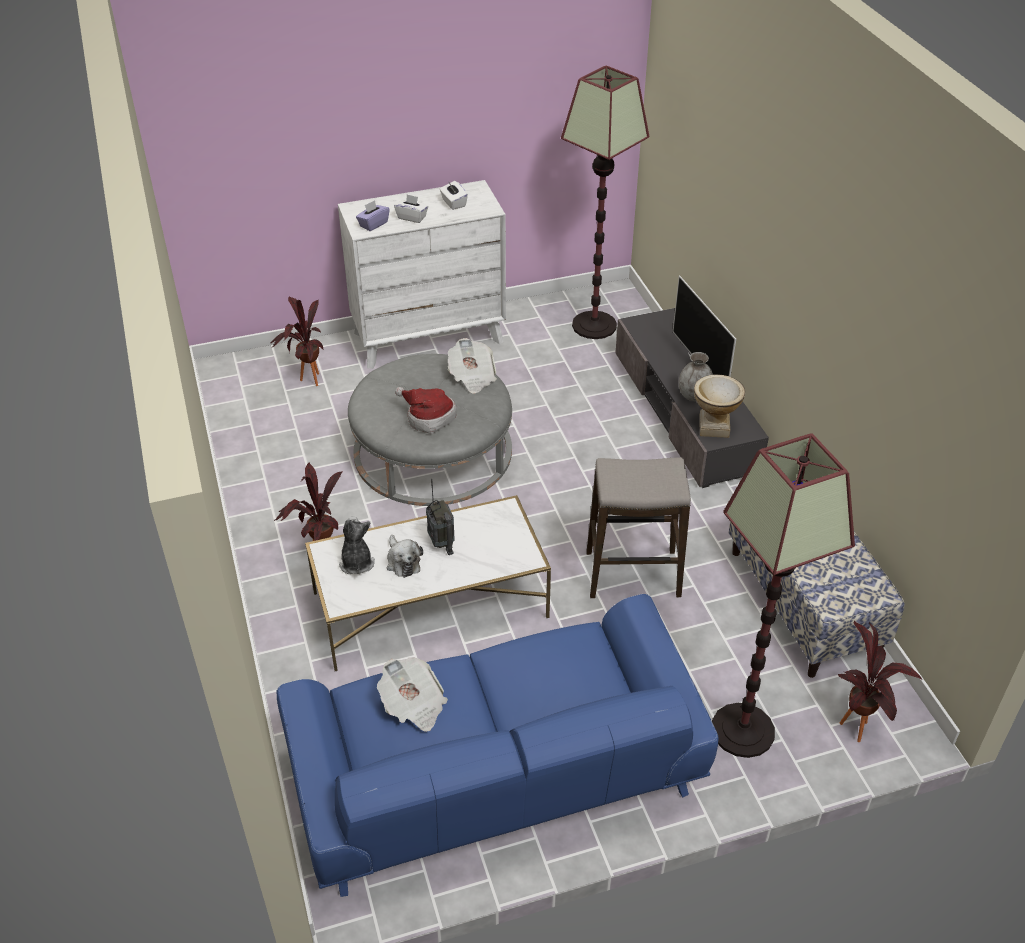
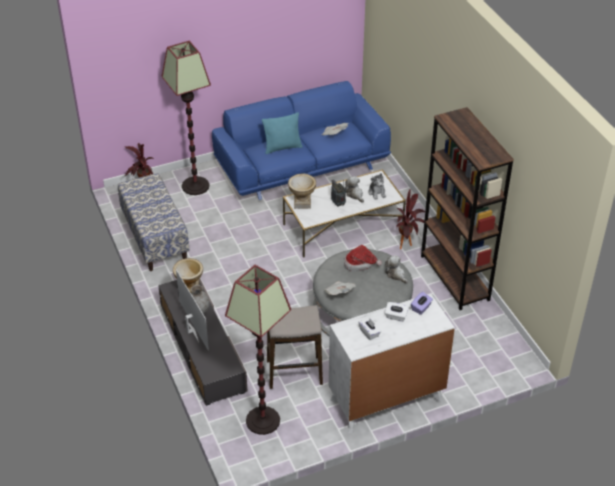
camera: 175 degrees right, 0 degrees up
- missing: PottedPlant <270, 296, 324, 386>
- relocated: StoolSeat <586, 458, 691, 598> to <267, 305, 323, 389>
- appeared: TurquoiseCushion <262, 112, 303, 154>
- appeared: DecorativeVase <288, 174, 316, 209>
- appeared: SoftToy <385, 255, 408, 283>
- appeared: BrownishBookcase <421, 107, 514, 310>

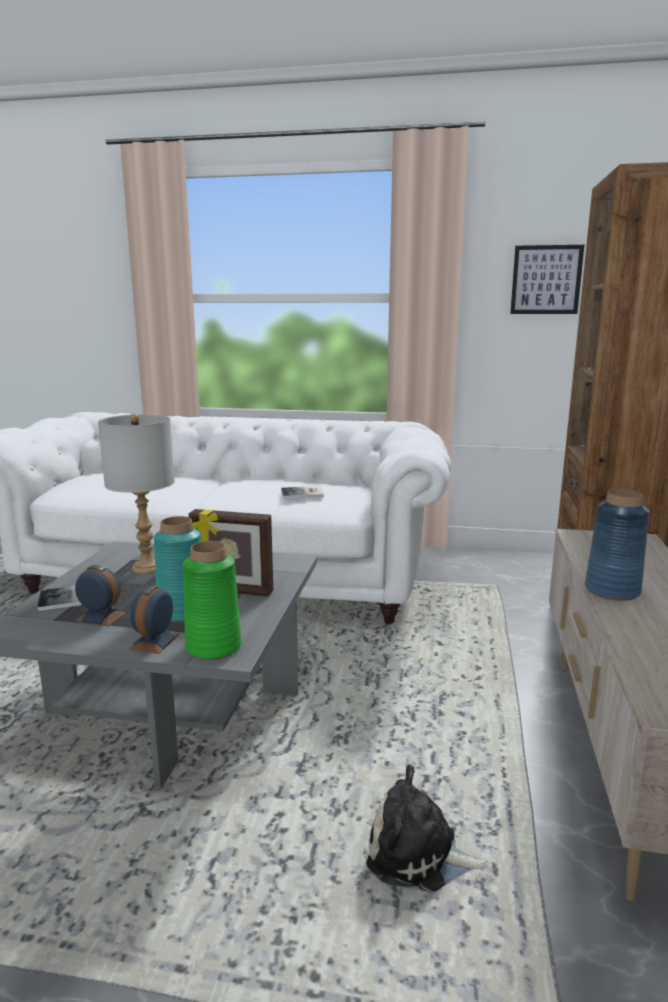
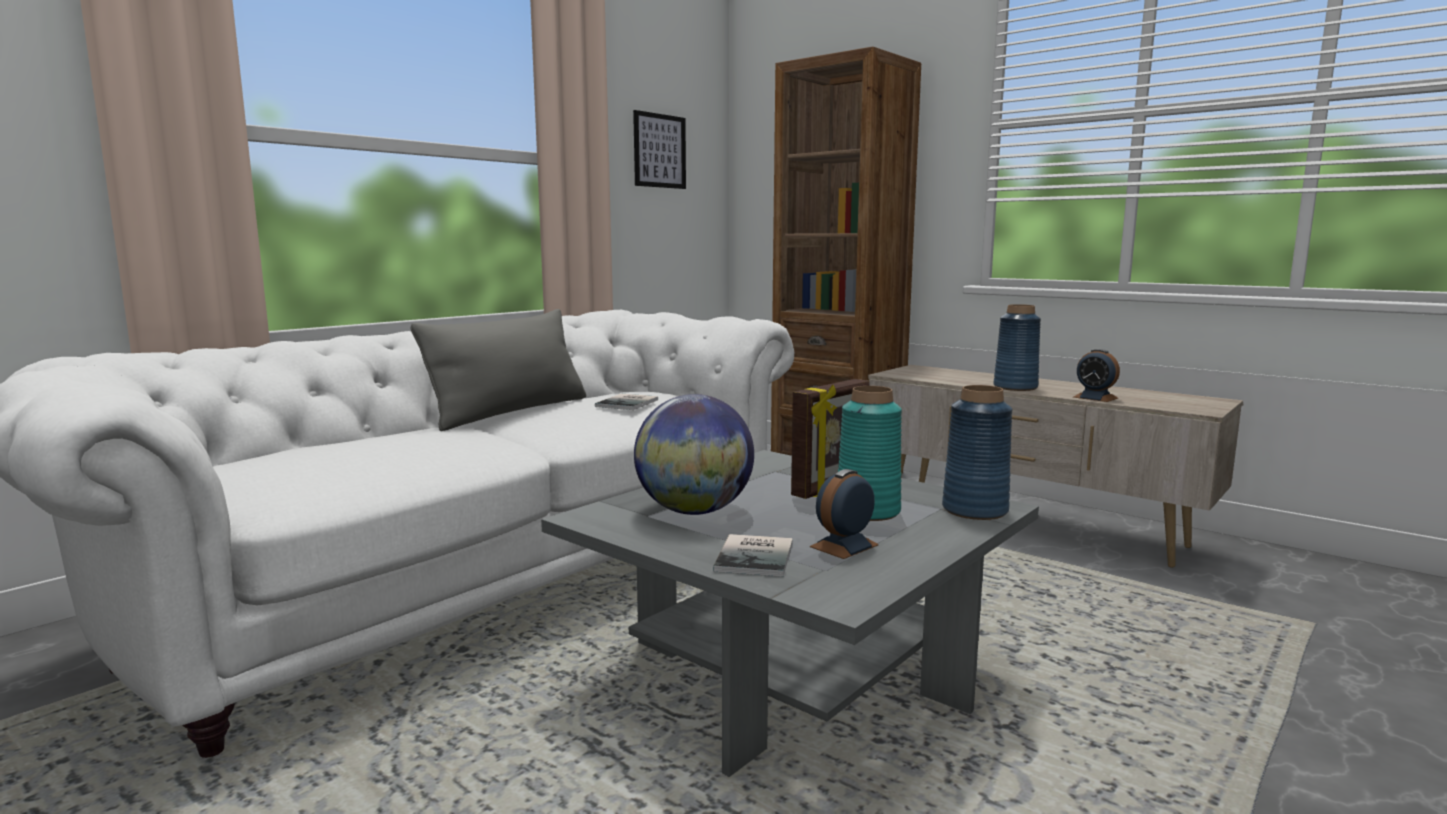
camera: 60 degrees left, 5 degrees down
- exchanged: GrayTableLamp <98, 413, 175, 574> to DeskGlobe <634, 394, 754, 515>
- relocated: AlarmClock <129, 585, 180, 654> to <1073, 349, 1120, 402>
- colour: GreenDecorativeVase <183, 541, 242, 660> to BluishDecorativeVase <942, 385, 1013, 520>
- missing: SoftToy <366, 765, 488, 892>
- appeared: GrayCushion <411, 309, 586, 431>

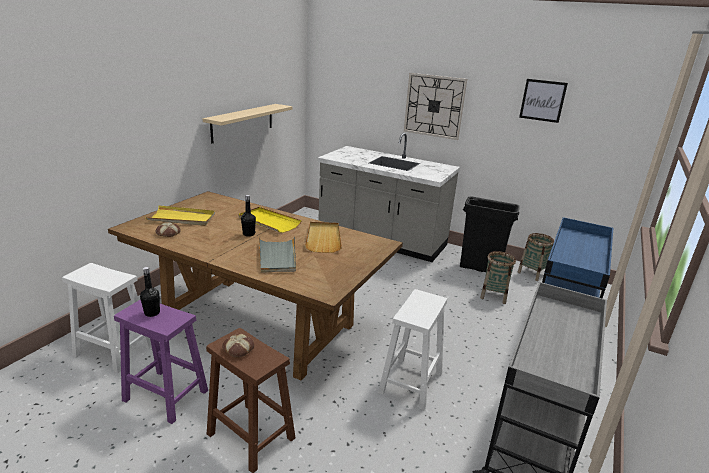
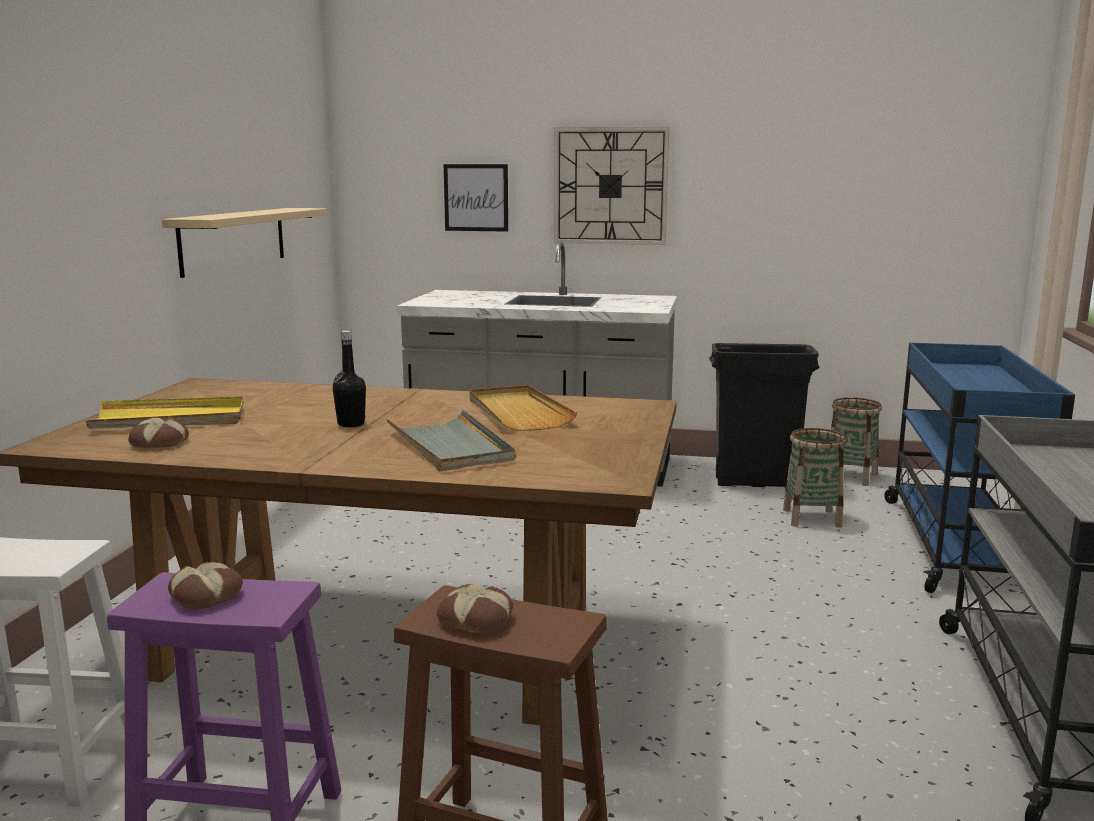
camera: 15 degrees left, 10 degrees down
- exchanged: BlackBottle <140, 267, 160, 317> to BakedBread <168, 562, 243, 610>
- missing: YellowColouredServingTray <238, 207, 302, 233>
- missing: WhitishStoolSeat <378, 289, 447, 410>
- relocated: Picture <519, 79, 568, 123> to <444, 164, 508, 232>

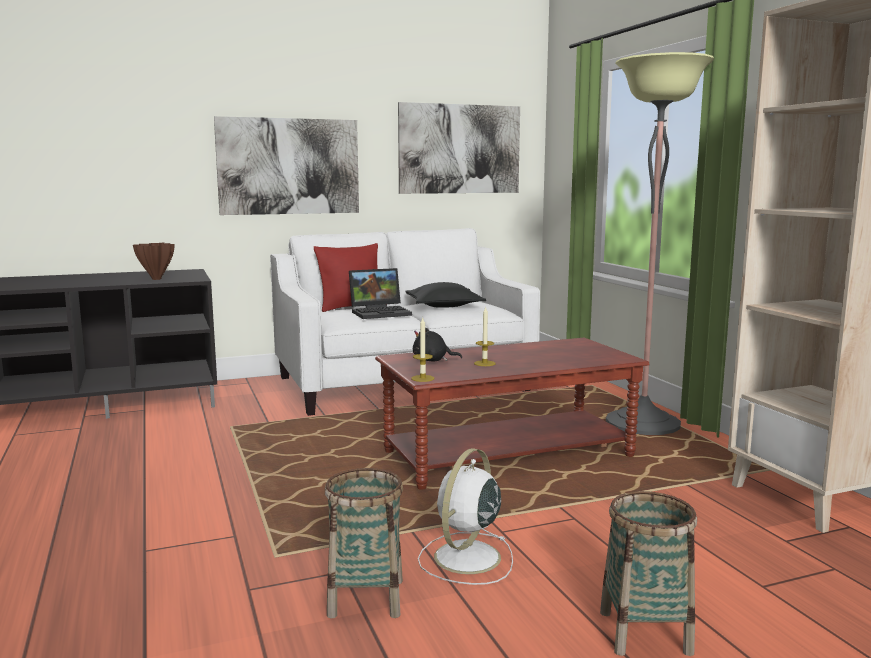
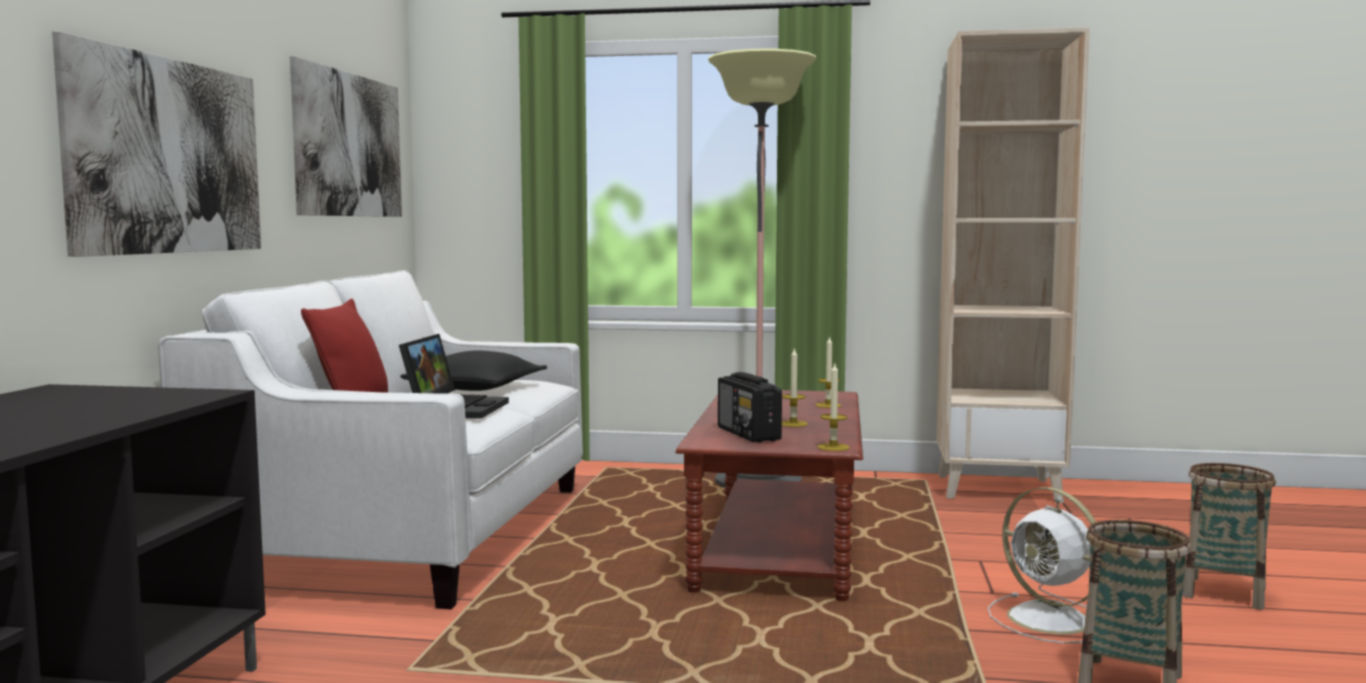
camera: 60 degrees left, 5 degrees down
- missing: BrownishDecorativeVase <133, 243, 175, 280>
- exchanged: BlackSoftToy <413, 327, 462, 361> to Radio <718, 372, 782, 442>
- appeared: Candle <815, 336, 842, 408>

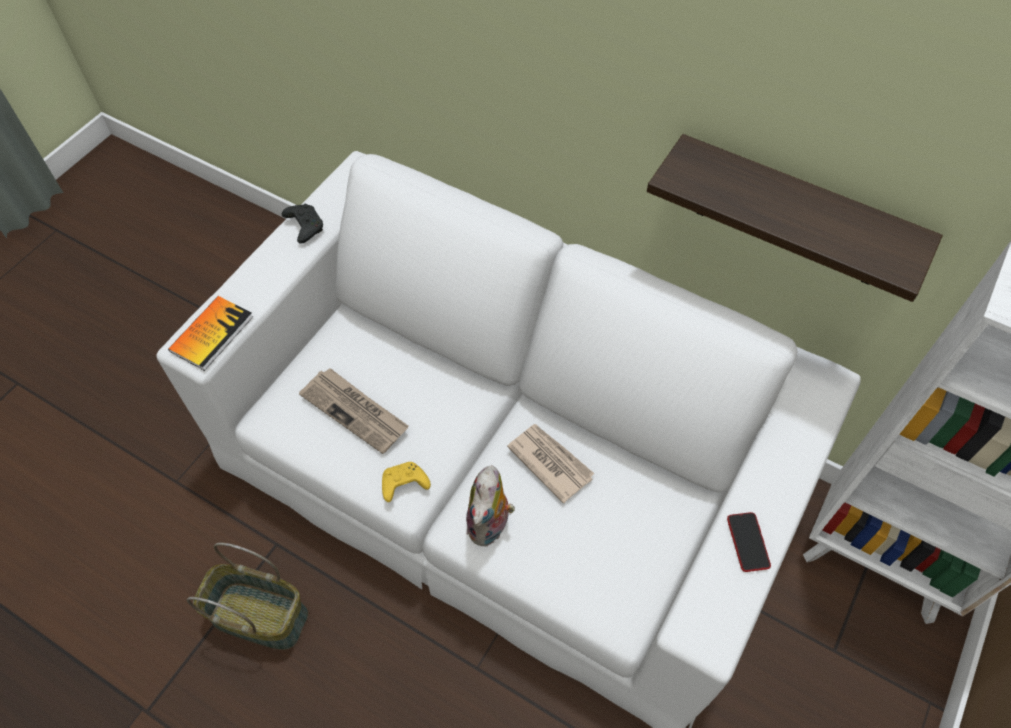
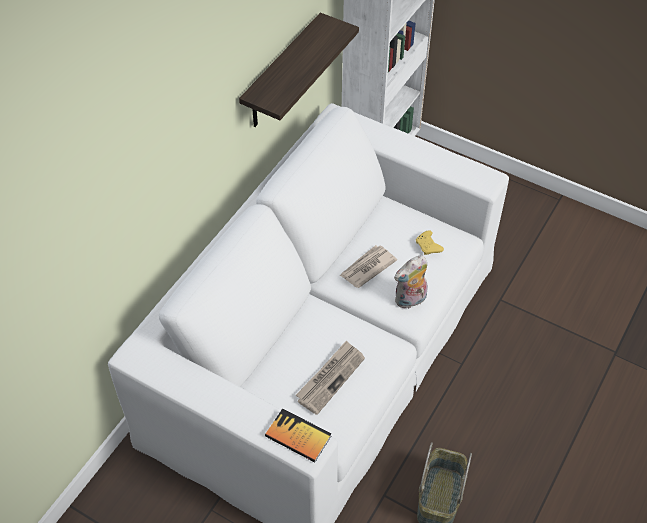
camera: 90 degrees left, 5 degrees down
- missing: BlackGameController <282, 204, 323, 244>
- relocated: YellowColouredGameController <382, 462, 431, 502> to <416, 230, 444, 255>
- spun: SoftToy <466, 465, 515, 546> = <394, 256, 428, 309> 135 degrees clockwise
- missing: Handset <727, 512, 771, 572>

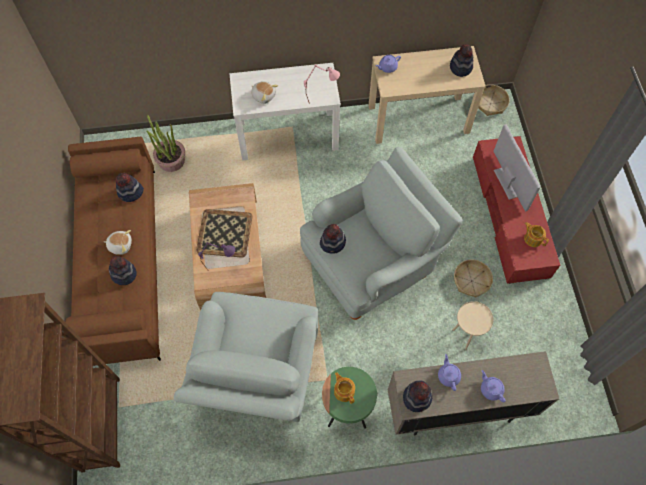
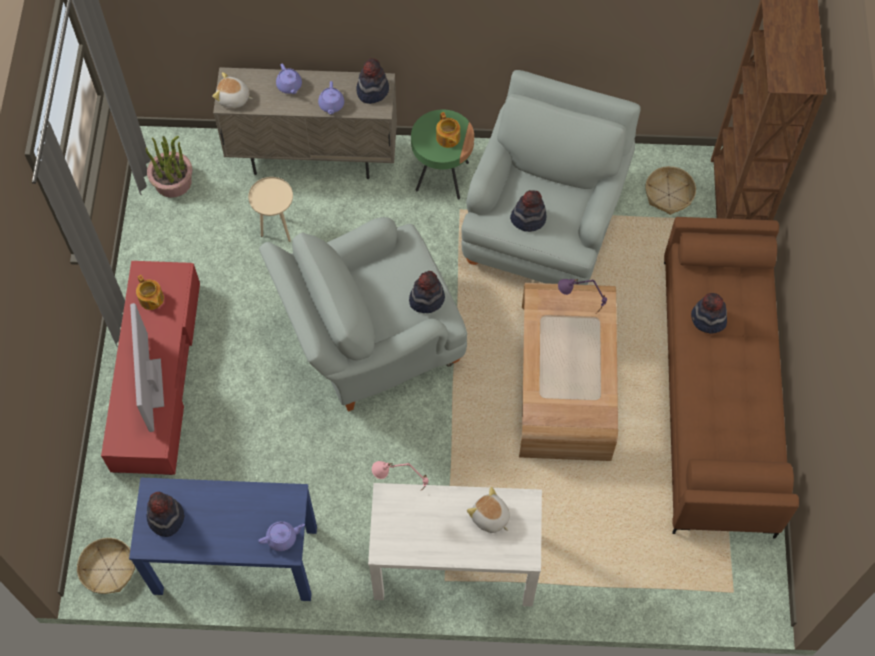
camera: 170 degrees left, 0 degrees up
- relocated: SoftToy <104, 230, 132, 255> to <212, 72, 253, 108>
- relocated: WearableHat <116, 173, 144, 202> to <510, 190, 547, 232>
- relocated: PottedPlant <146, 115, 185, 172> to <146, 136, 192, 198>
- missing: ServingTray <196, 209, 252, 258>
- colour: SandColouredConsoleTable <368, 46, 486, 144> to BluishConsoleTable <129, 478, 317, 601>
- relocated: StorageBasket <454, 259, 493, 297> to <645, 166, 696, 215>

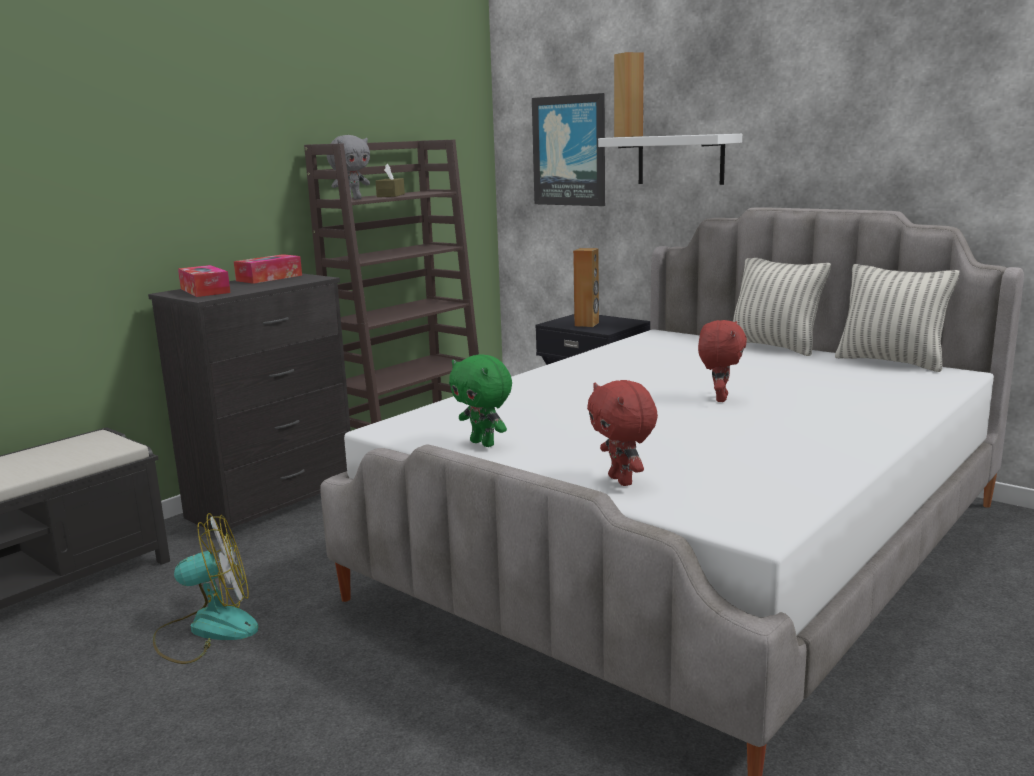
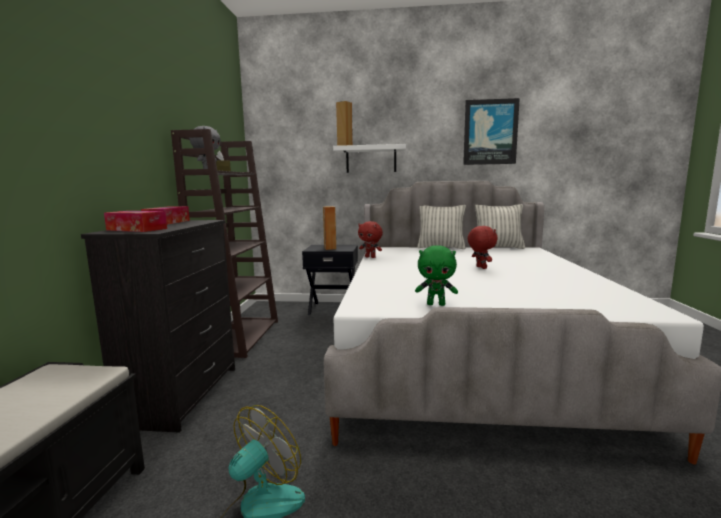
camera: 35 degrees left, 5 degrees down
- relocated: Picture <532, 93, 605, 206> to <463, 98, 520, 165>
- relocated: ReddishSoftToy <587, 380, 658, 486> to <358, 221, 383, 258>

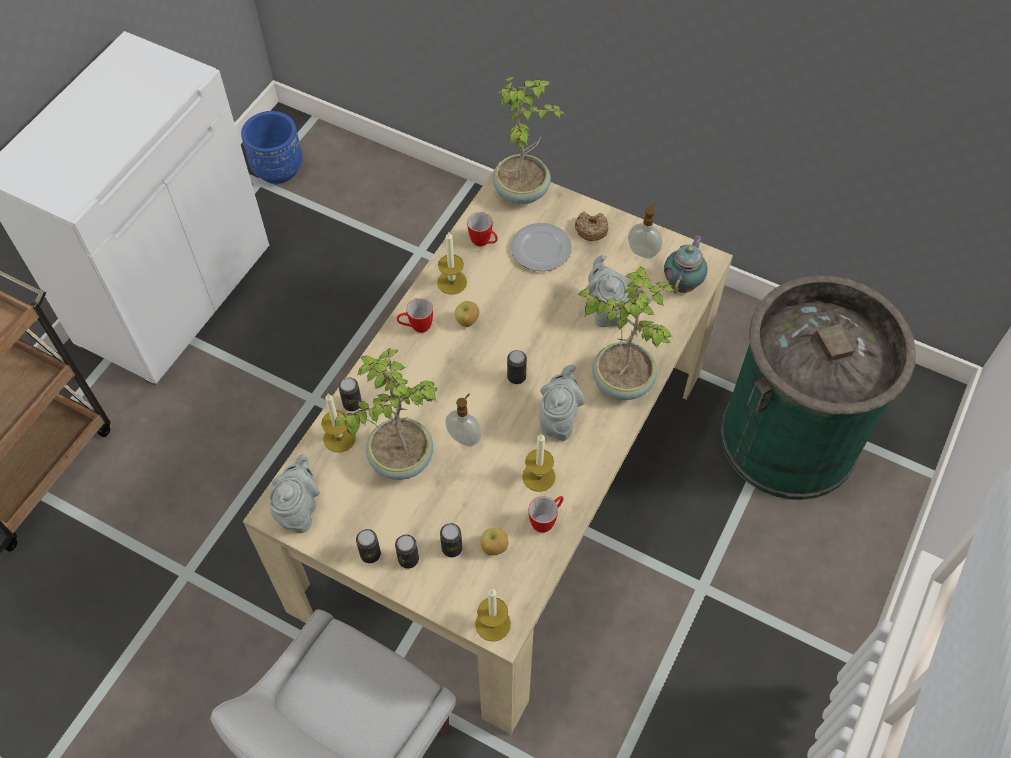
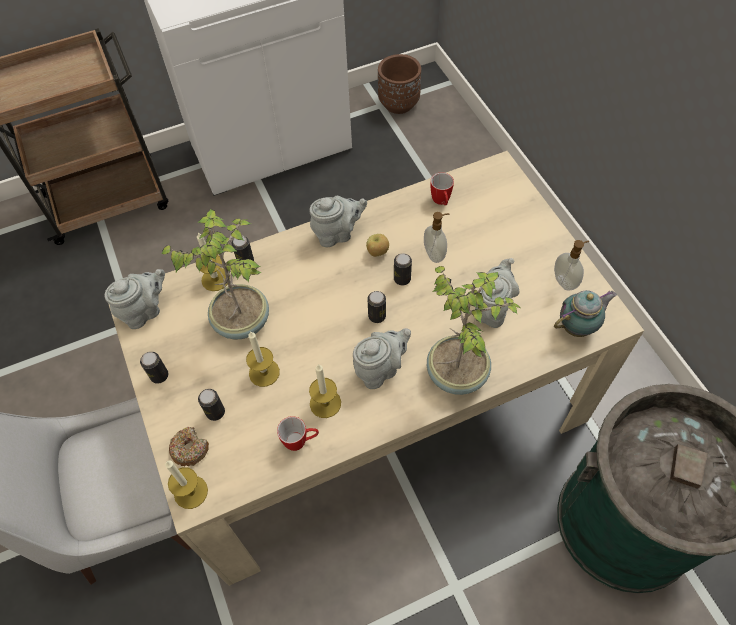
camera: 40 degrees right, 0 degrees up
- colour: BluishPlantPot <241, 111, 303, 184> to BrownishPlantPot <378, 54, 421, 114>
- relocated: MetalCan <395, 535, 419, 569> to <394, 253, 412, 285>
- exchanged: CoffeeMug <397, 298, 433, 333> to GrayTeapot <309, 196, 367, 247>
- relocated: Candle <437, 231, 467, 295> to <246, 331, 280, 387>
- relocated: LiquidSoapBottle <445, 394, 481, 446> to <424, 212, 449, 263>
- missing: WholeApple <480, 528, 508, 555>
- missing: PottedPlant <493, 77, 566, 204>
- missing: FlatDish <511, 223, 572, 271>
- relocated: RingDoughnut <575, 211, 608, 241> to <169, 427, 209, 466>

